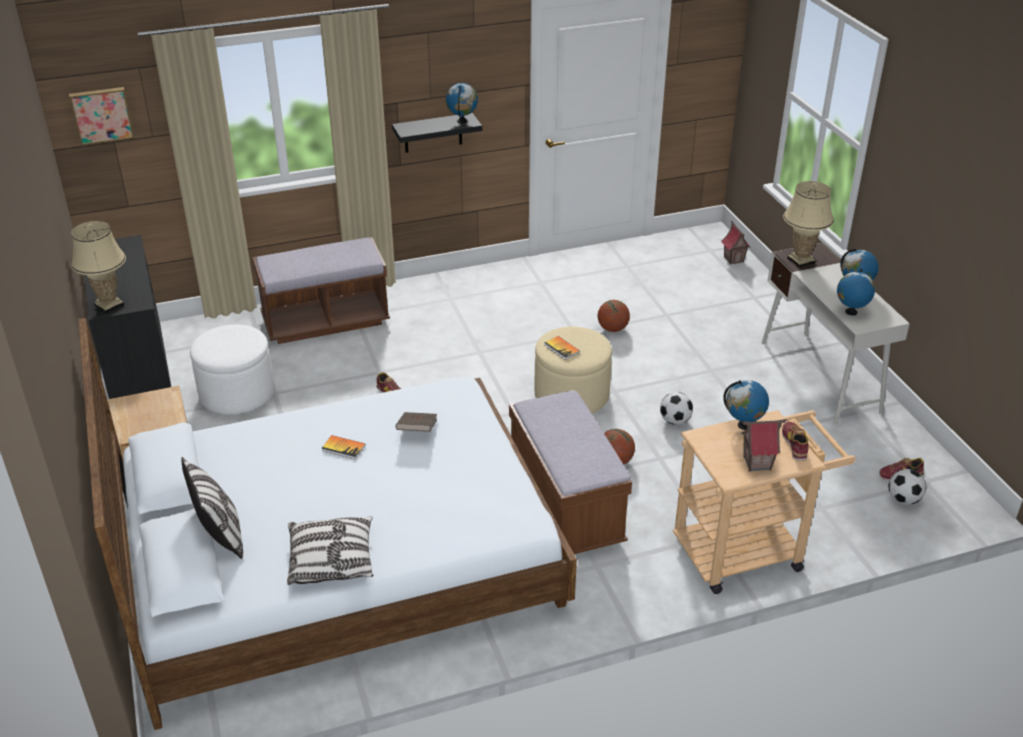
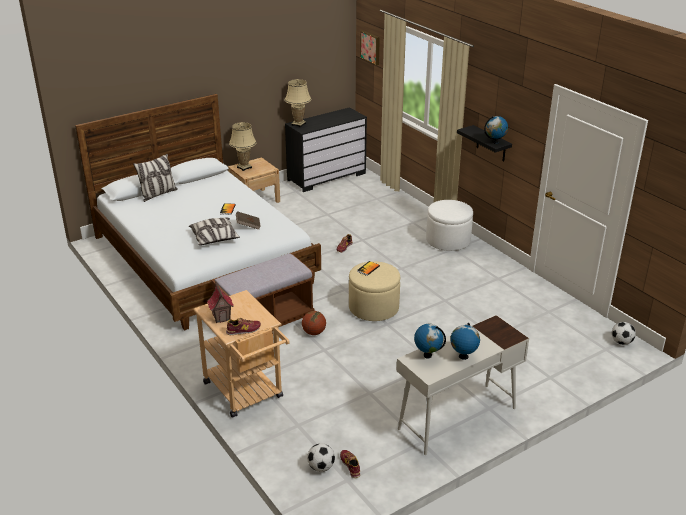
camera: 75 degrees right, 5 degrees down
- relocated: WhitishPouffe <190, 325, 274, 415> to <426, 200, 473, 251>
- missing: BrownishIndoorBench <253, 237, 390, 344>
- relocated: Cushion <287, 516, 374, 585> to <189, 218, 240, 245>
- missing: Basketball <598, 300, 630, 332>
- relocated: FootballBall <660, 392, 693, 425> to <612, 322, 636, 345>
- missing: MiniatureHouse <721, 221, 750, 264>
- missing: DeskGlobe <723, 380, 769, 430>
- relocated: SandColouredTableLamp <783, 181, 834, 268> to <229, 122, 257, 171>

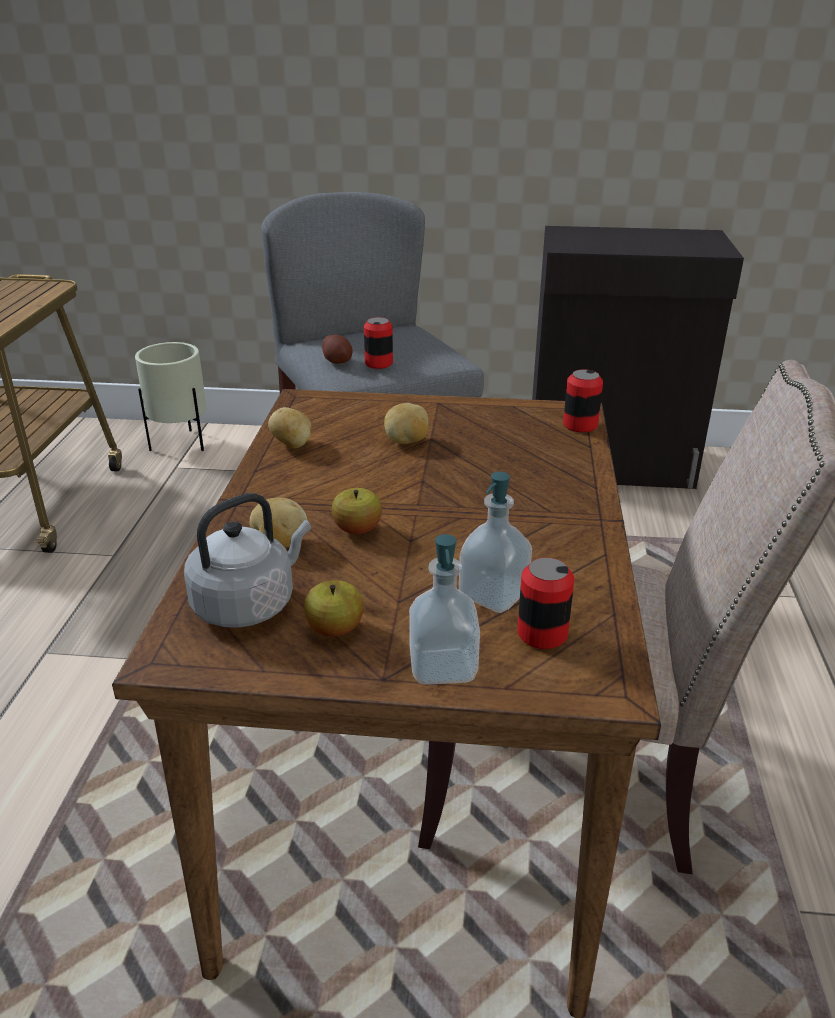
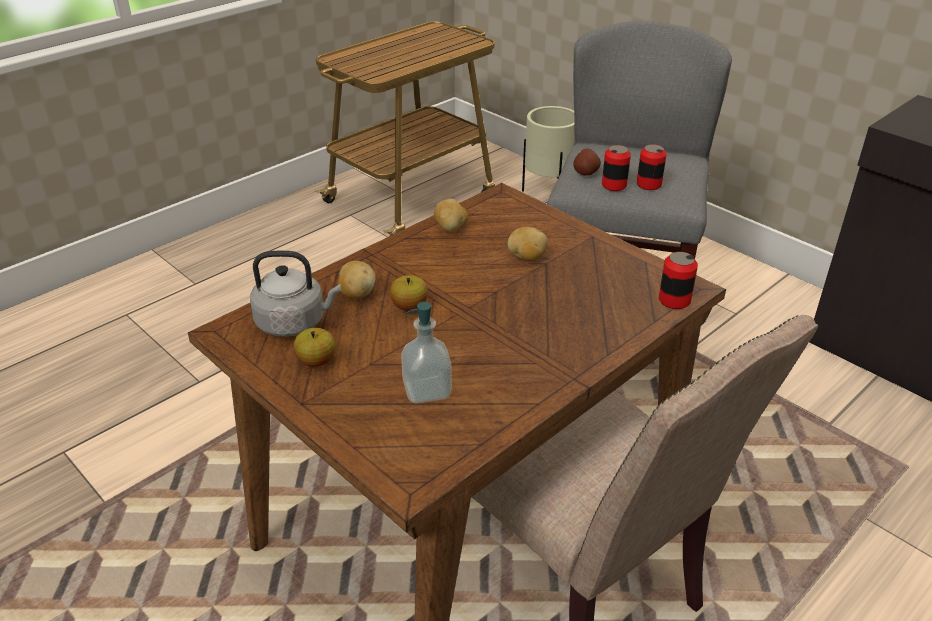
camera: 40 degrees right, 5 degrees up
- missing: LiquidSoapBottle <409, 534, 480, 685>
- relocated: MetalCan <517, 558, 574, 649> to <637, 144, 667, 190>

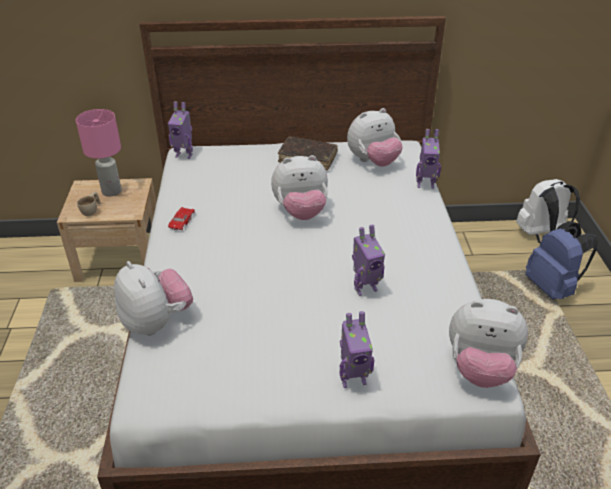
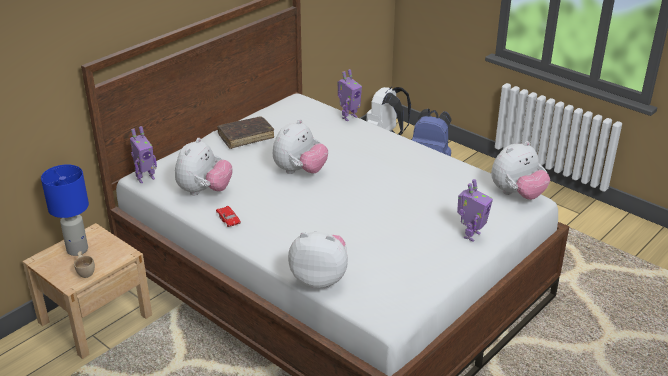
camera: 45 degrees left, 5 degrees down
- colour: PinkTableLamp <76, 109, 122, 197> to BluishTableLamp <41, 164, 89, 256>
- relocated: SoftToy <347, 108, 402, 167> to <175, 138, 233, 195>
- missing: RobotFigure <352, 225, 385, 296>

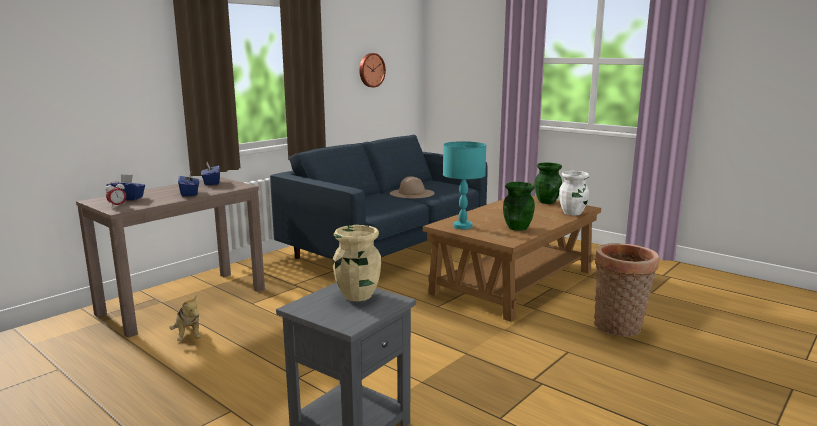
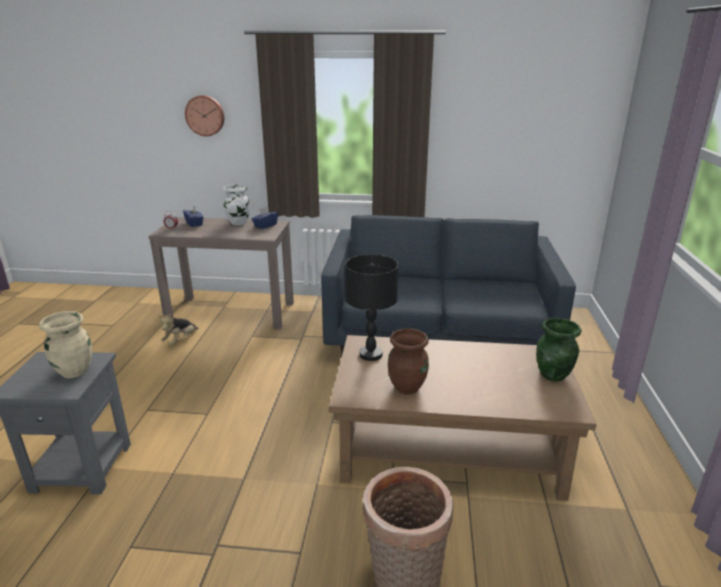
camera: 55 degrees right, 10 degrees up
- missing: BluishTissueBox <178, 170, 199, 196>
- relocated: ClockOnTheWall <359, 53, 386, 87> to <185, 95, 224, 136>
- missing: SandColouredWearableHat <390, 176, 435, 199>
- colour: TurquoiseTableLamp <443, 141, 486, 229> to BlackTableLamp <345, 254, 399, 361>
- colour: GreenDecorativeVase <503, 182, 535, 231> to BrownishDecorativeVase <388, 328, 429, 395>
- relocated: WhitishDecorativeVase <559, 171, 589, 215> to <223, 184, 250, 225>

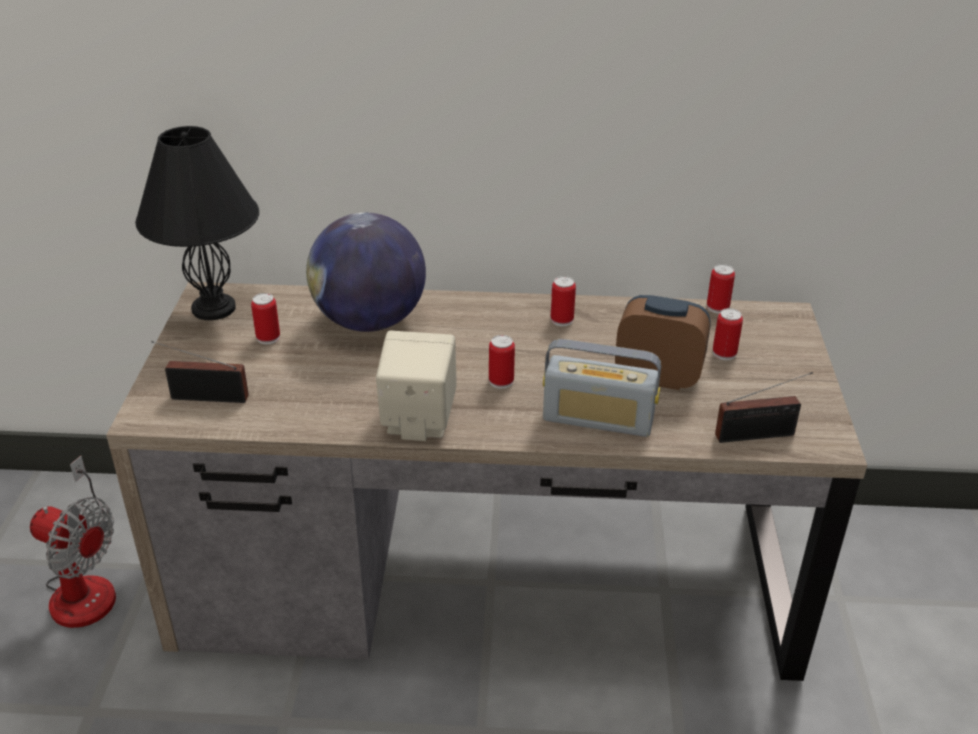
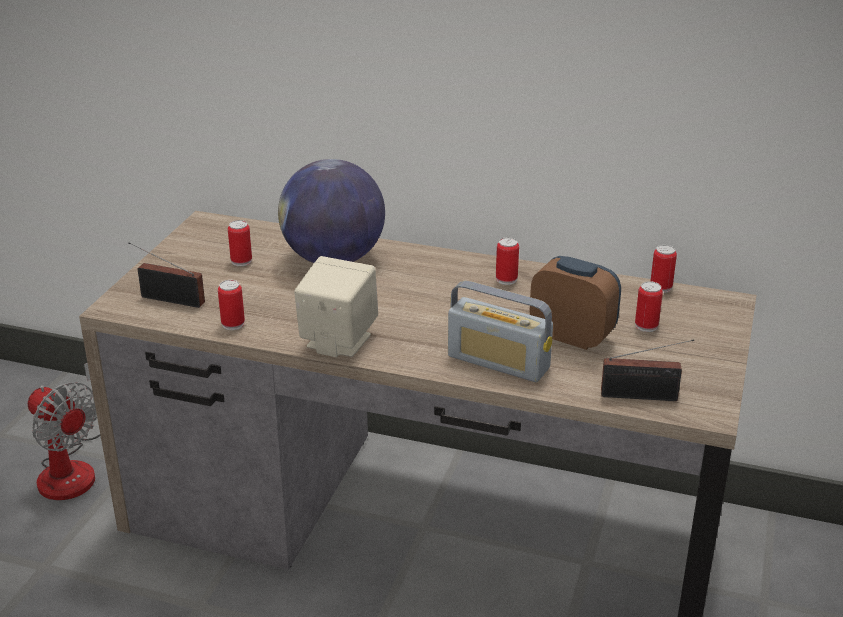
camera: 15 degrees right, 5 degrees down
- missing: BlackTableLamp <135, 126, 259, 320>
- relocated: MetalCan <489, 335, 515, 389> to <218, 280, 245, 330>

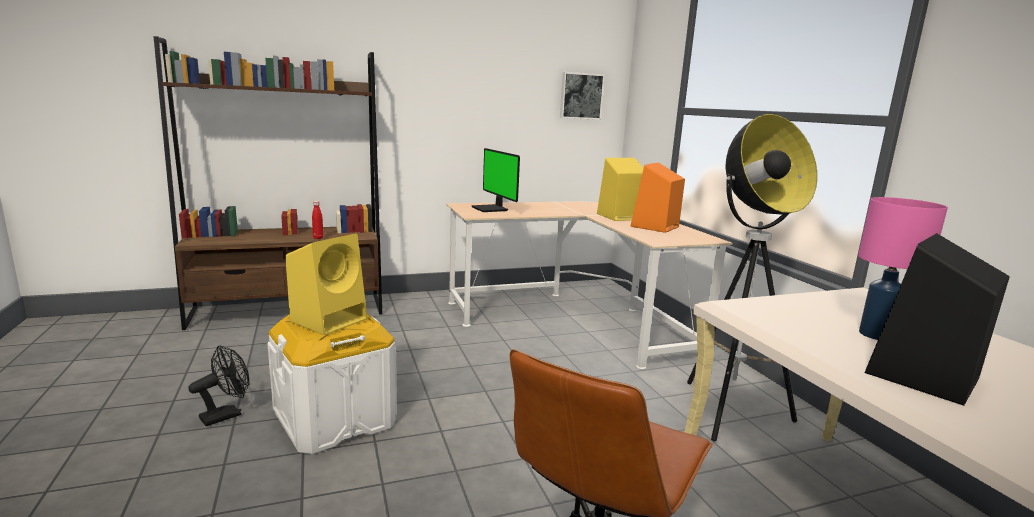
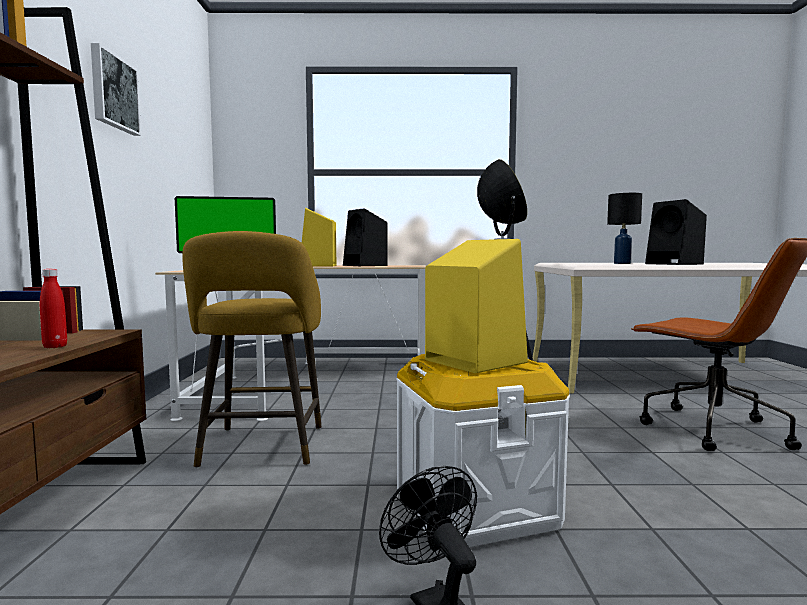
camera: 70 degrees left, 10 degrees down
- relocated: Picture <560, 72, 605, 120> to <91, 43, 141, 136>
- colour: OrangeColouredAudioSpeaker <630, 162, 685, 233> to BlackAudioSpeaker <343, 208, 387, 266>
- colour: PinkTableLamp <858, 197, 948, 340> to BlackTableLamp <607, 193, 642, 264>
- appeared: YellowColouredStoolSeat <182, 231, 321, 468>

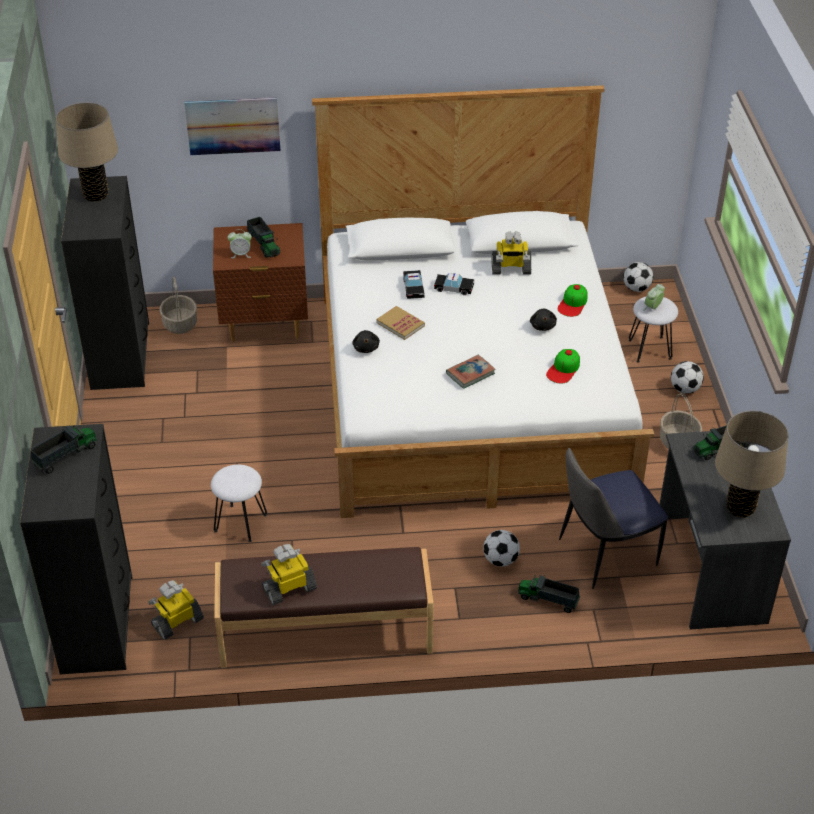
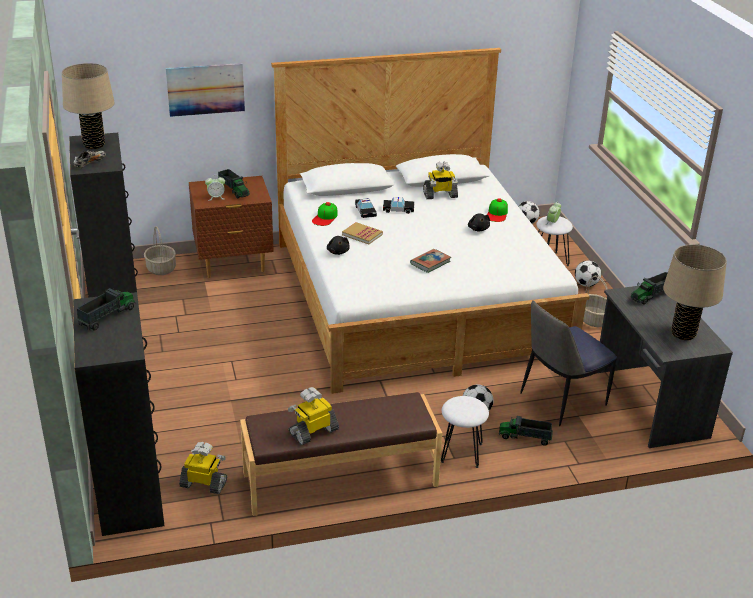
camera: 10 degrees left, 10 degrees down
- spun: RobotFigure <148, 580, 204, 640> = <179, 442, 227, 494> 60 degrees clockwise
- relocated: WhitishStoolSeat <211, 465, 267, 542> to <441, 396, 489, 468>
- relocated: BaseballCap <546, 349, 580, 383> to <312, 202, 338, 226>
- appeared: ItemOfFootwear <74, 150, 106, 168>

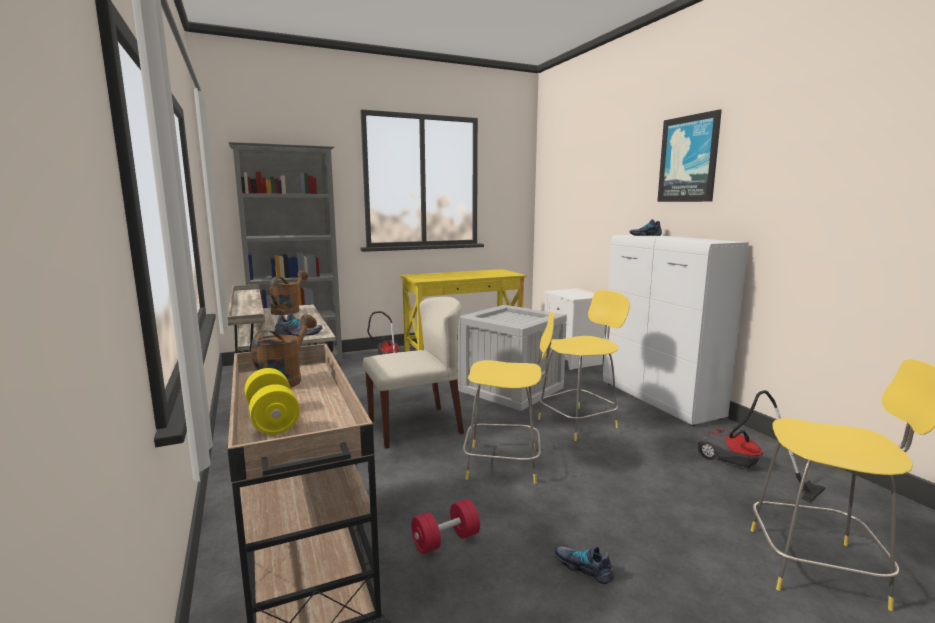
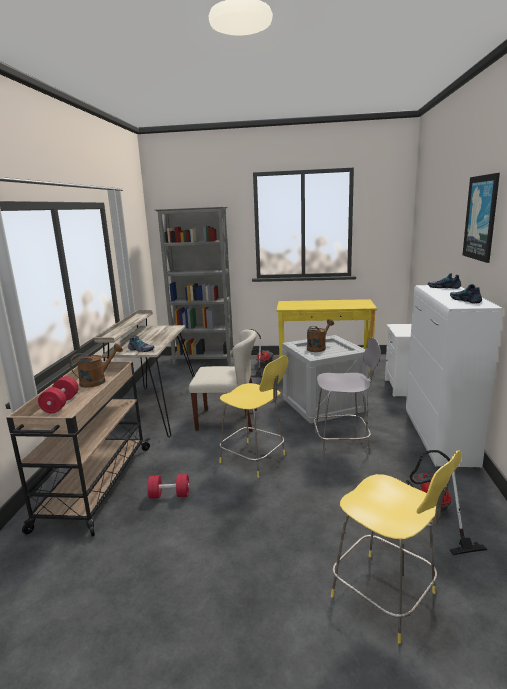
camera: 30 degrees right, 5 degrees up
- colour: YellowColouredDumbbell <245, 368, 300, 435> to ReddishDumbbell <38, 376, 79, 413>
- relocated: BrownishWateringPot <269, 270, 308, 315> to <307, 319, 334, 352>
- colour: YellowColouredStoolSeat <538, 290, 630, 441> to GrayStoolSeat <314, 337, 381, 456>
- relocated: ItemOfFootwear <555, 546, 615, 584> to <450, 284, 482, 304>

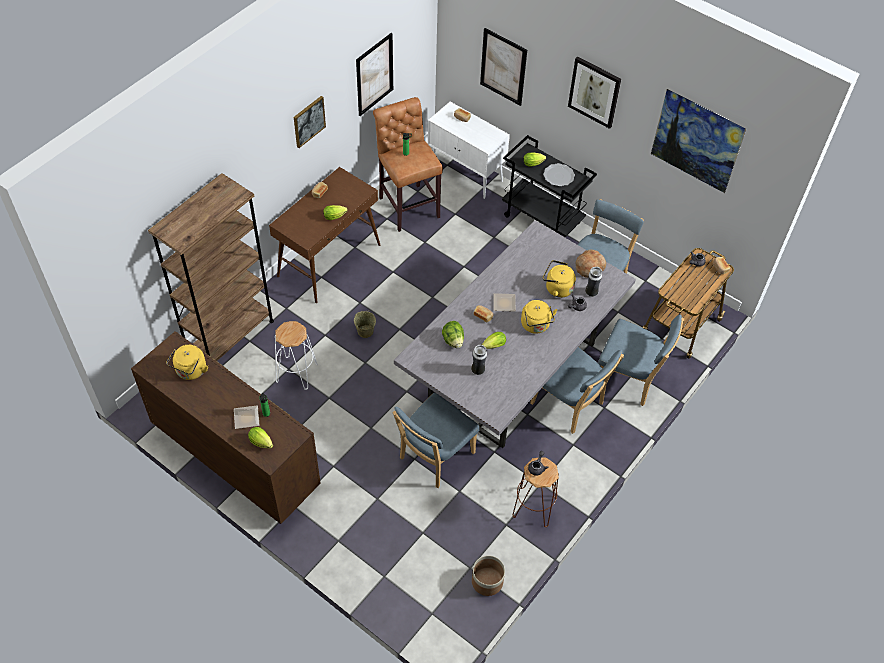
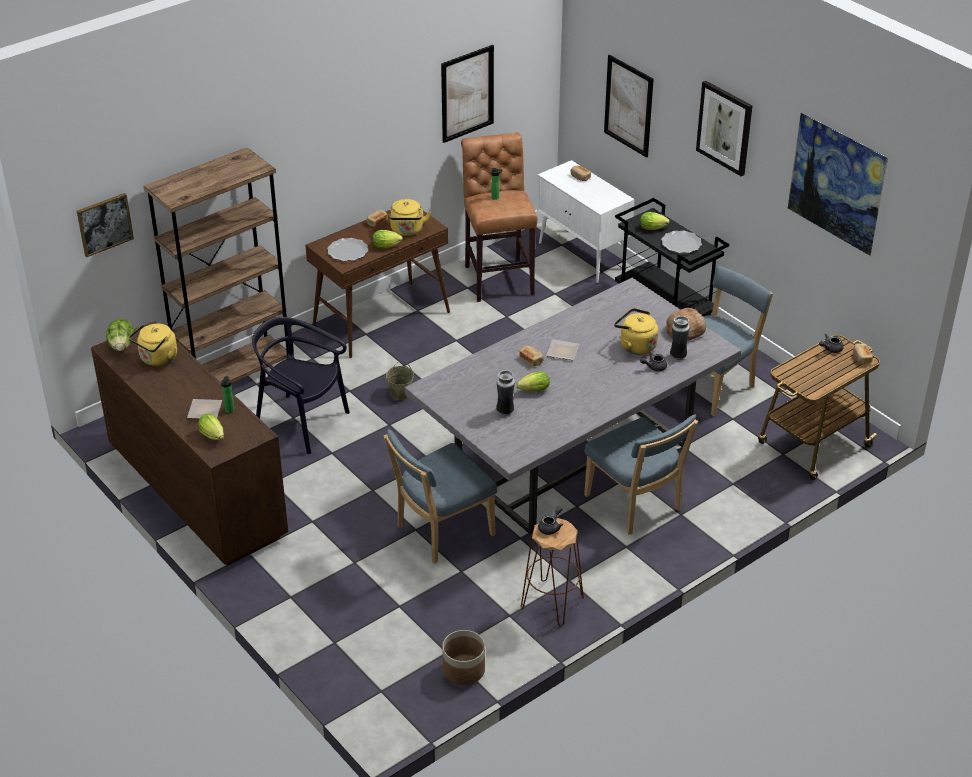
camera: 15 degrees right, 15 degrees down
- exchanged: WhitishStoolSeat <275, 321, 318, 390> to BlackChair <252, 317, 350, 454>
- relocated: Picture <294, 96, 326, 148> to <77, 193, 134, 257>
- relocated: LettuceHead <442, 321, 464, 348> to <106, 319, 134, 351>
- relocated: YellowColouredWaterKettle <521, 300, 557, 334> to <389, 199, 431, 236>
- missing: BluishChair <598, 314, 684, 406>
- appeared: FlatDish <327, 238, 368, 261>

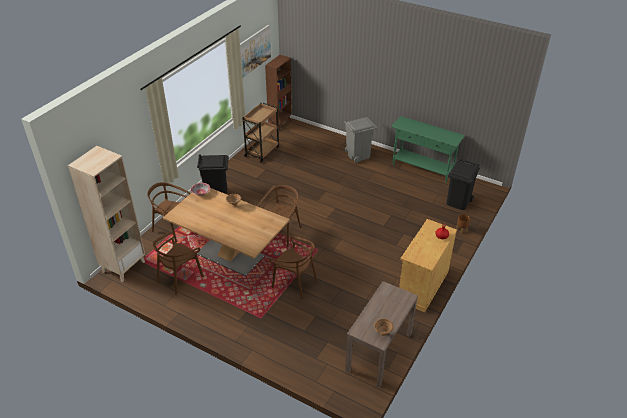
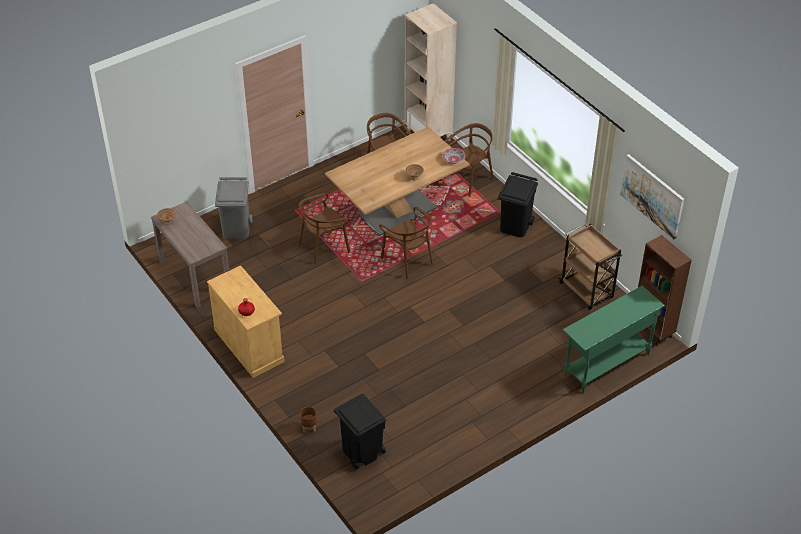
camera: 115 degrees right, 5 degrees up
- relocated: GrayWasteBin <344, 117, 378, 163> to <215, 177, 253, 239>
- relocated: GreenConsoleTable <391, 116, 465, 183> to <563, 286, 665, 393>

